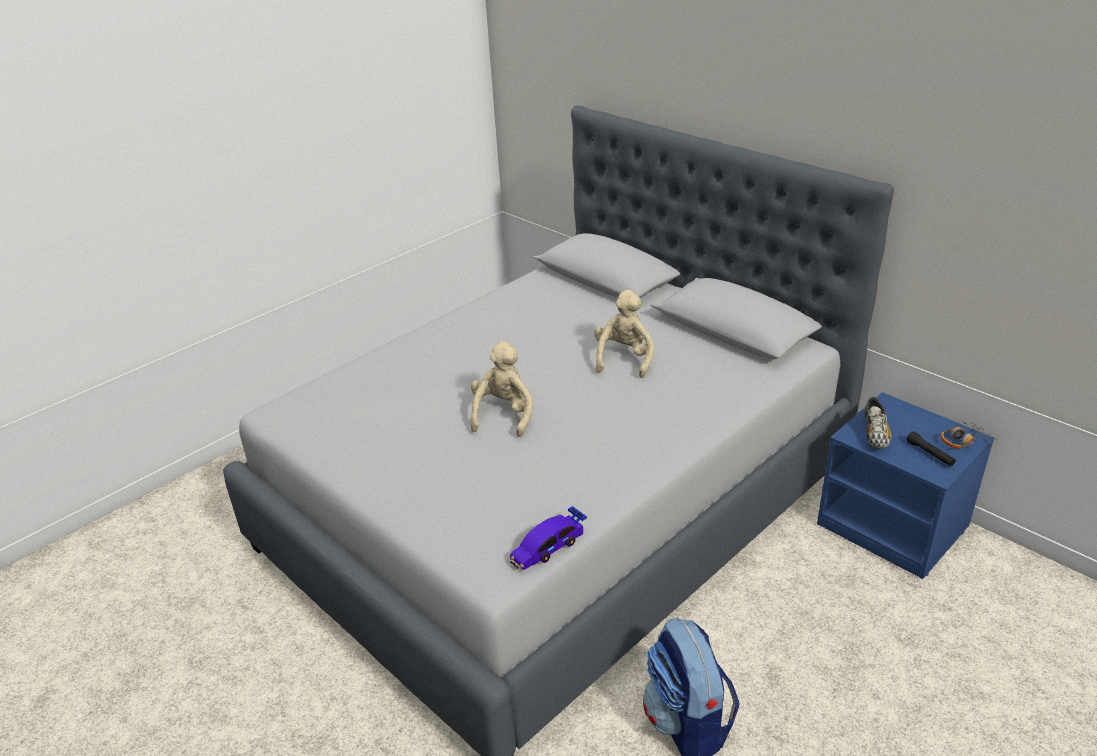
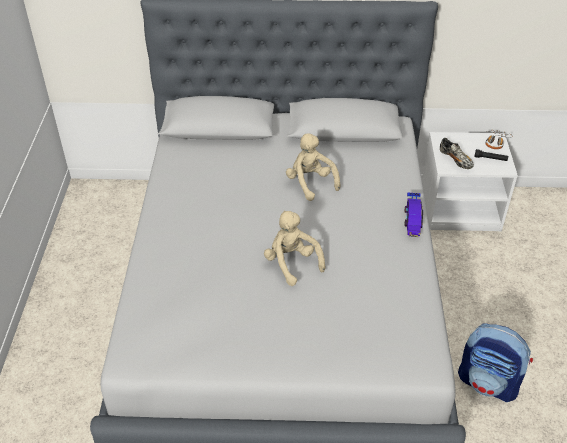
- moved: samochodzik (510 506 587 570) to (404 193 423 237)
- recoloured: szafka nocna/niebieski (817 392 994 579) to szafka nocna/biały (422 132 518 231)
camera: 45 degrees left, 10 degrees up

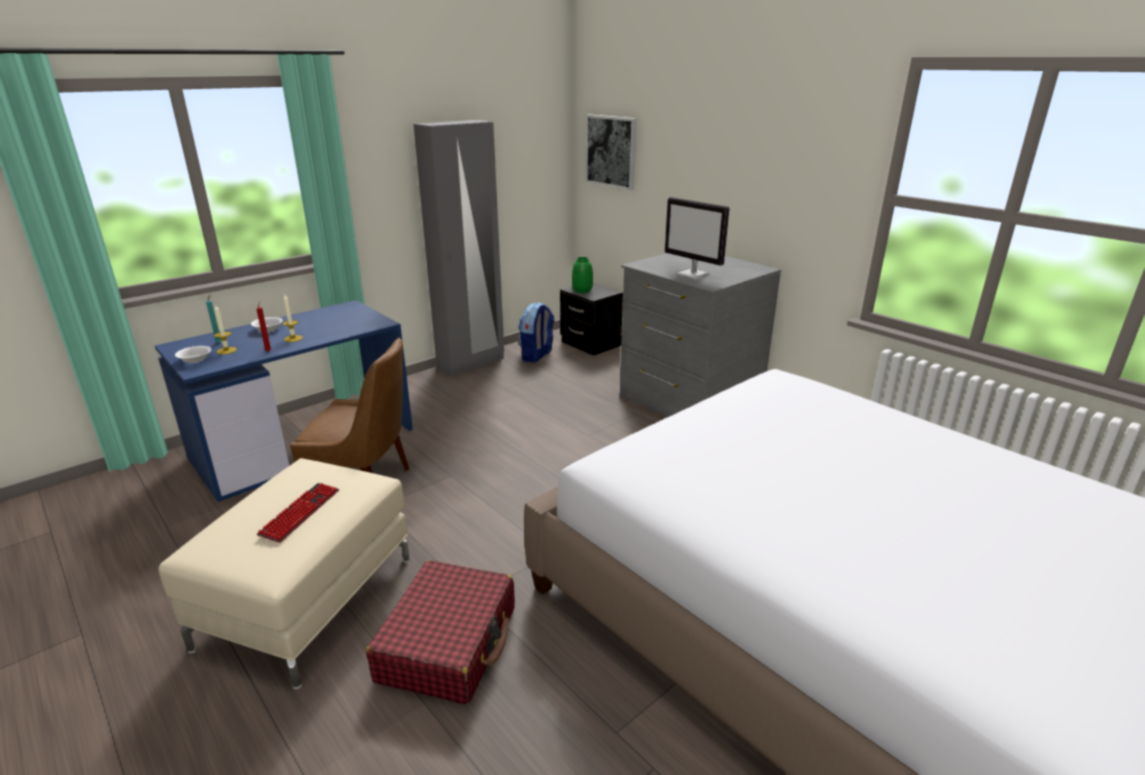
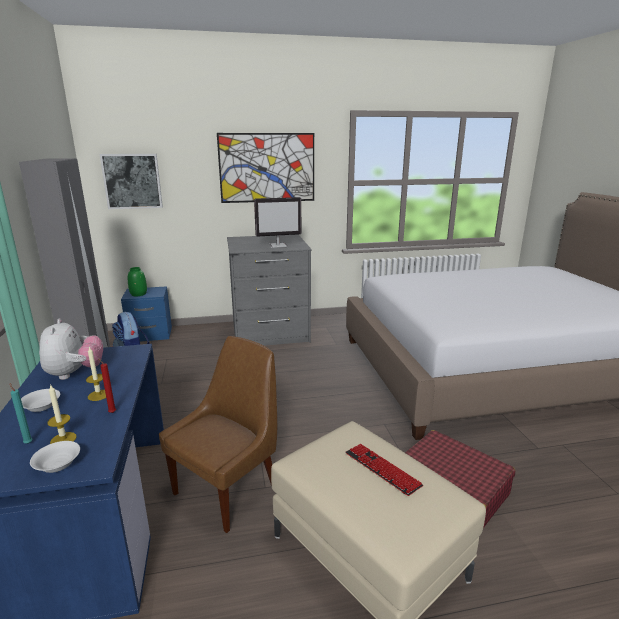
- added: pluszak (39 319 103 380)
- added: obraz (217 133 314 203)
- recoloured: szafka nocna/czarny (560 283 623 356) to szafka nocna/niebieski (121 286 172 341)
camera: 60 degrees left, 5 degrees down

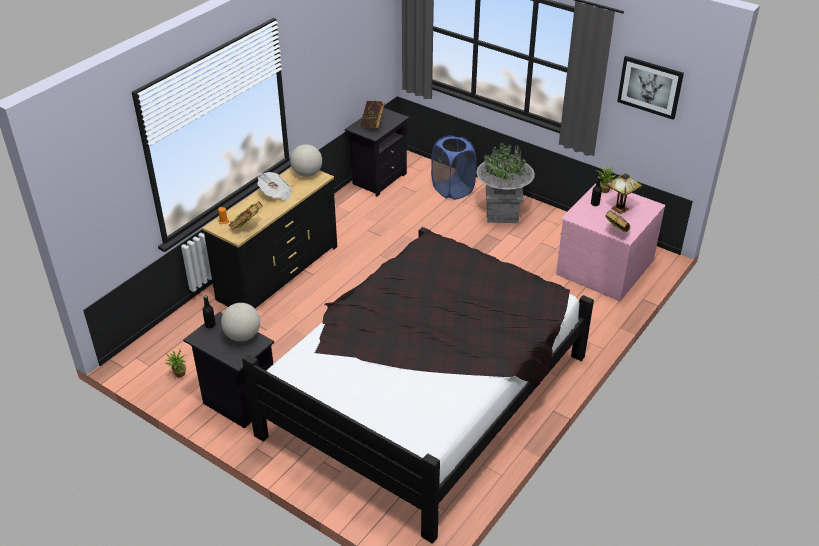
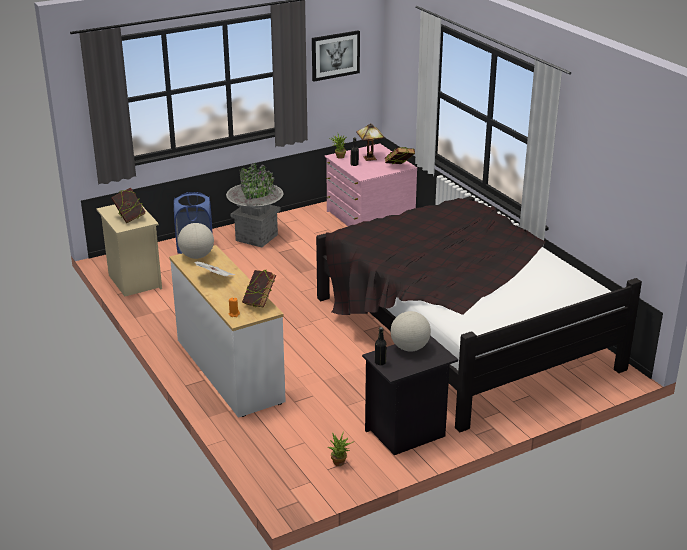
- recoloured: komoda/czarny (202 167 337 308) to komoda/biały (169 245 286 418)
- recoloured: szafka nocna/czarny (345 108 409 197) to szafka nocna/beżowy (96 204 162 297)
camera: 65 degrees left, 10 degrees down

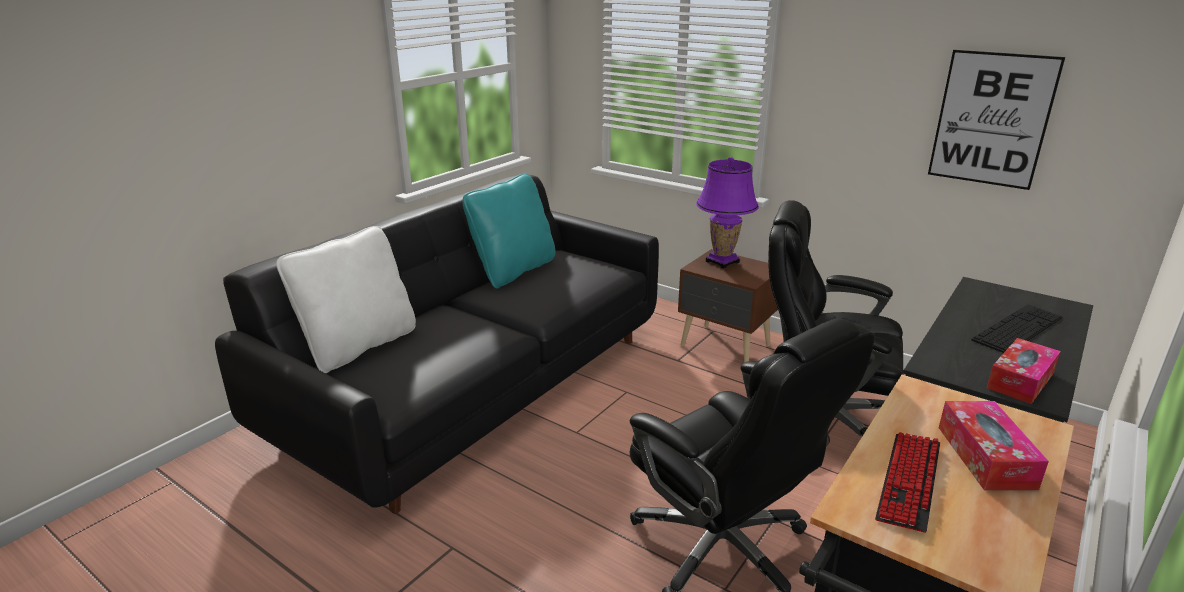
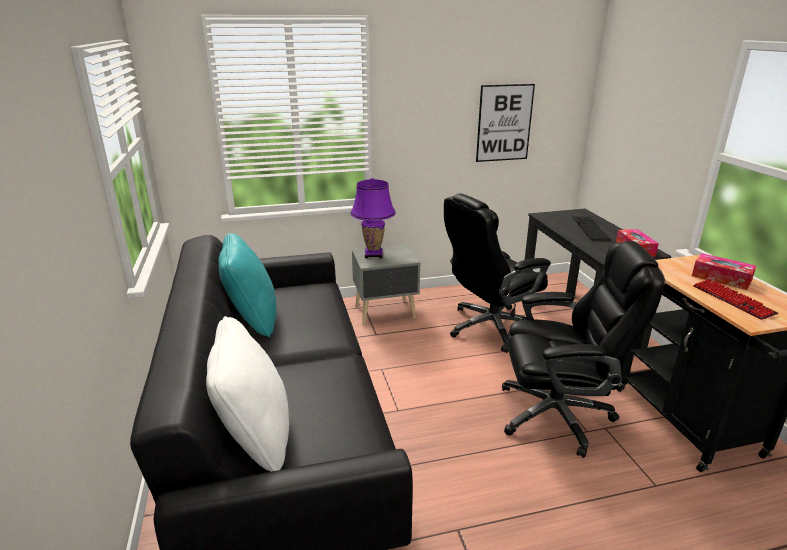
- recoloured: szafka nocna/brązowy (678 249 778 363) to szafka nocna/szary (352 244 420 325)
camera: 50 degrees left, 0 degrees up

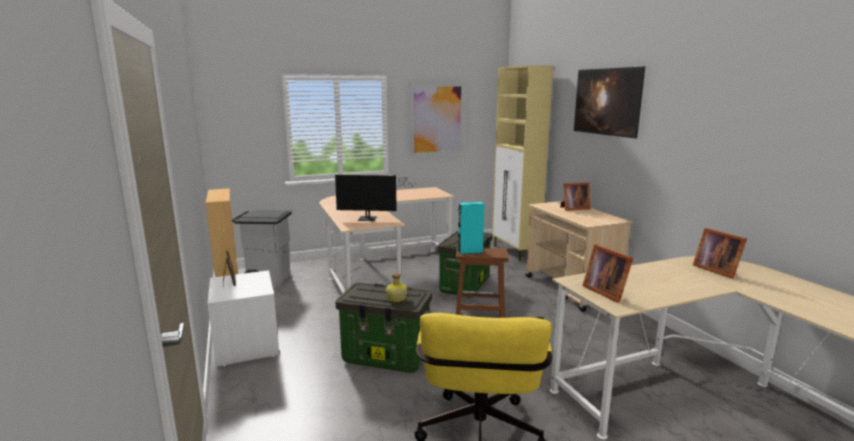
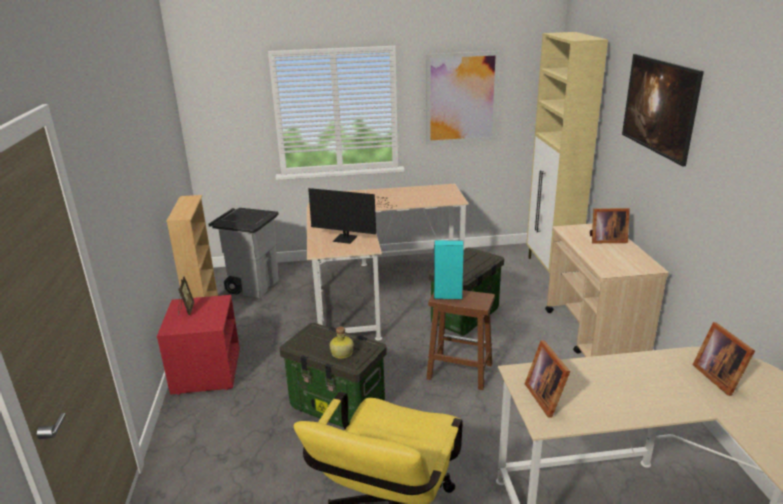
- recoloured: szafka nocna/biały (207 270 280 367) to szafka nocna/czerwony (157 295 240 395)
camera: 15 degrees right, 10 degrees up

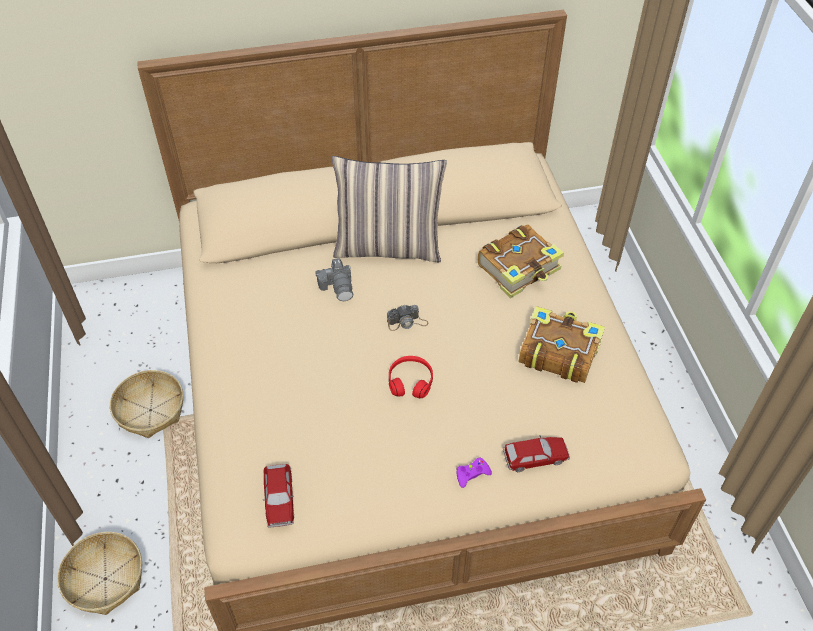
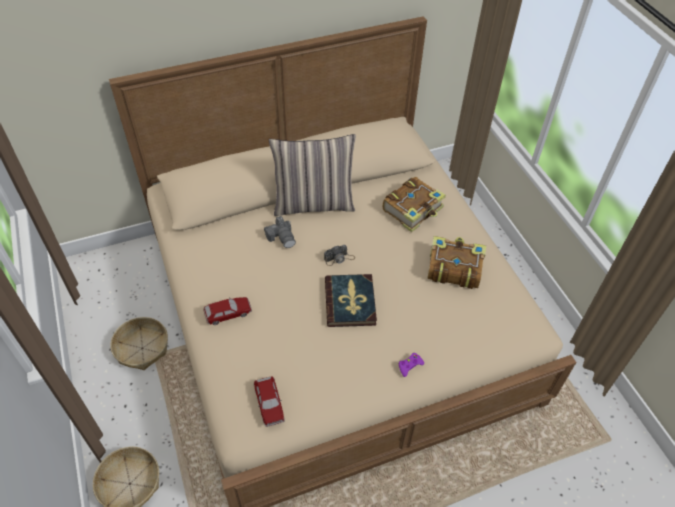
- moved: samochodzik (503 436 570 472) to (203 297 252 325)
- replaced: słuchawki/czerwony (389 356 433 399) to książka (325 274 377 327)
camera: 10 degrees left, 0 degrees up

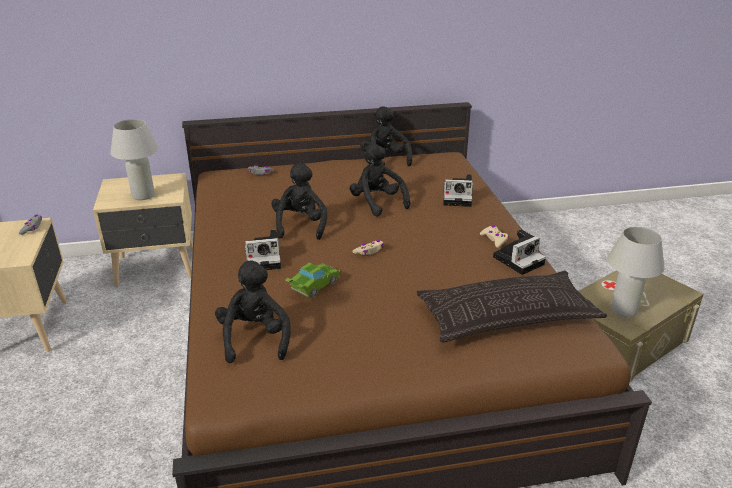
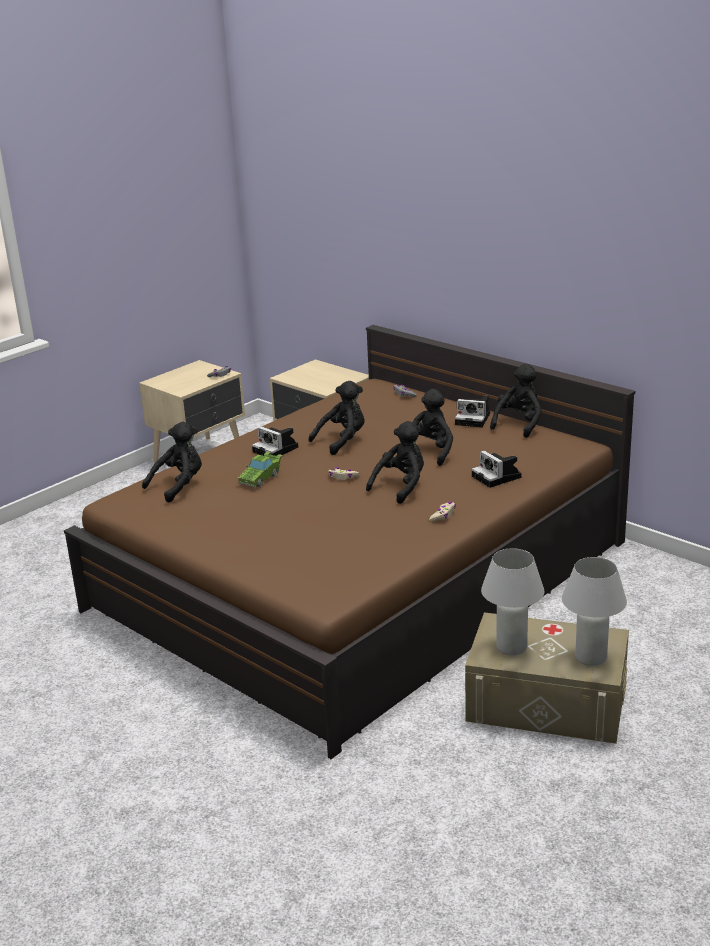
- removed: poduszka (417 271 607 343)
- added: pluszak/czarny (366 421 424 504)
- moved: lampa stołowa/biały (110 119 159 200) to (562 557 627 666)
- moved: aparat fotograficzny (493 230 546 275) to (455 396 490 427)
- turned: samochodzik/zielony (285 263 340 298) = (238 452 283 488) 120 degrees clockwise
camera: 55 degrees right, 5 degrees down

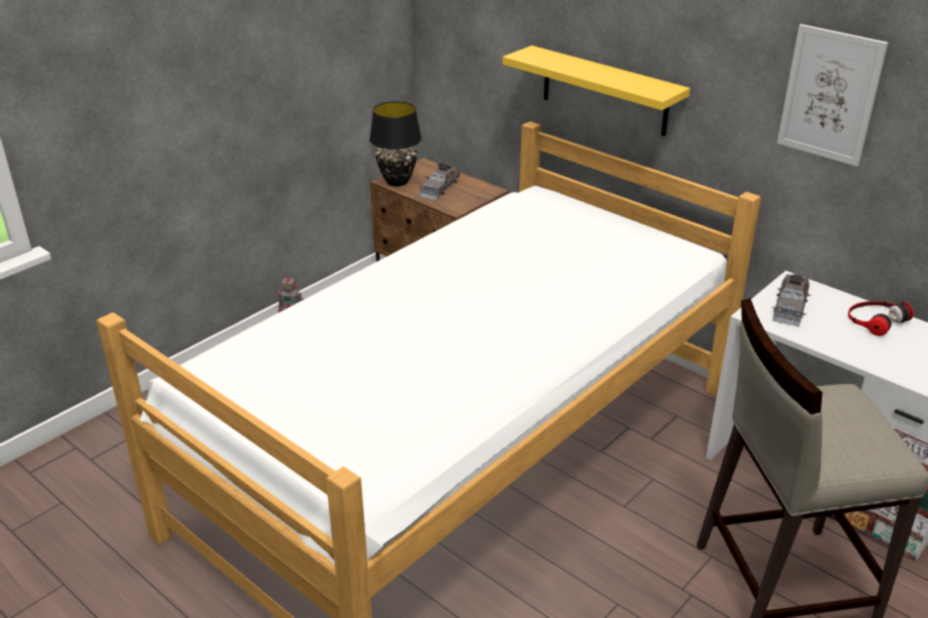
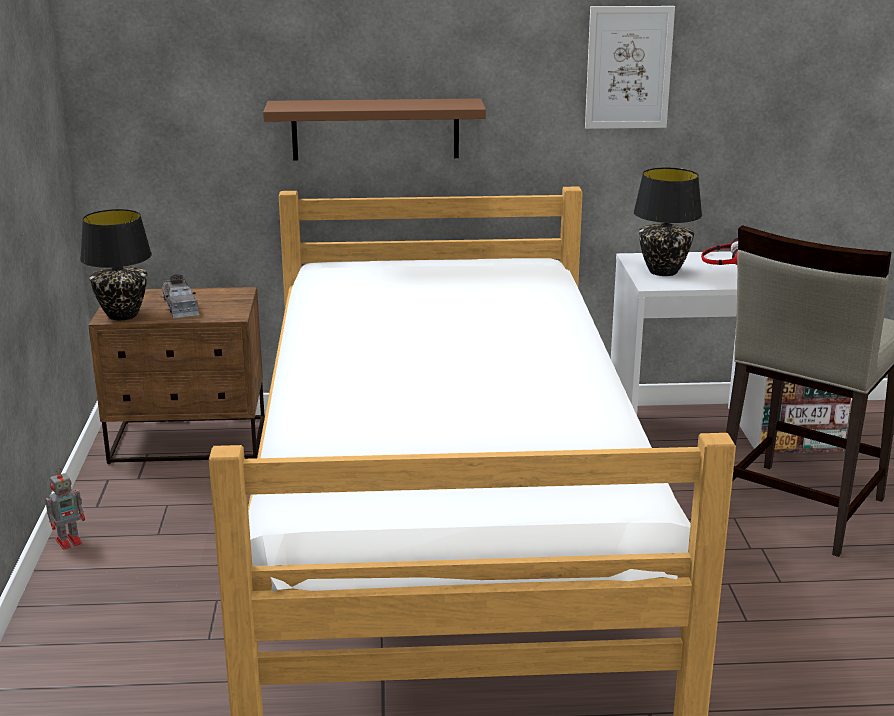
- replaced: samochodzik/szary (772 274 811 327) to lampa stołowa/czarny (633 168 702 276)
- recoloured: półka/żółty (502 46 690 136) to półka/brązowy (263 98 486 161)
camera: 45 degrees left, 10 degrees down

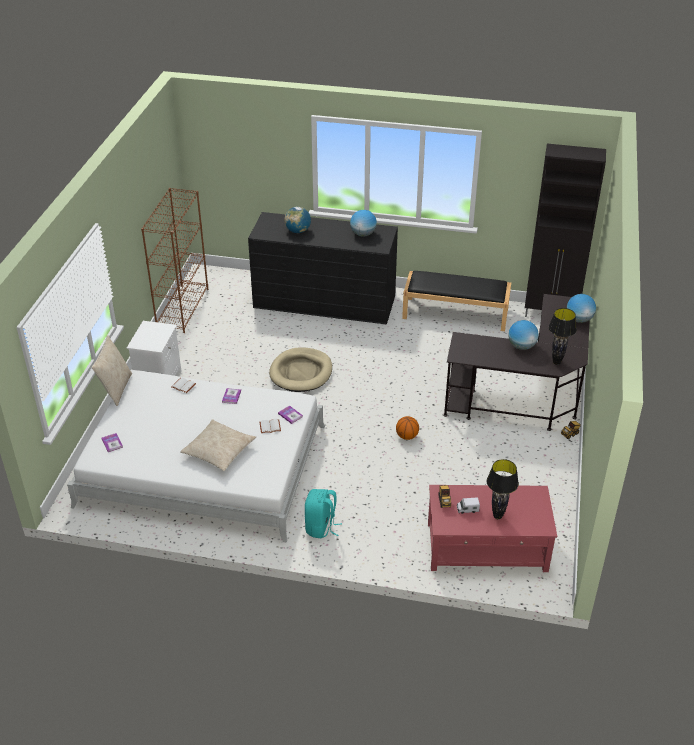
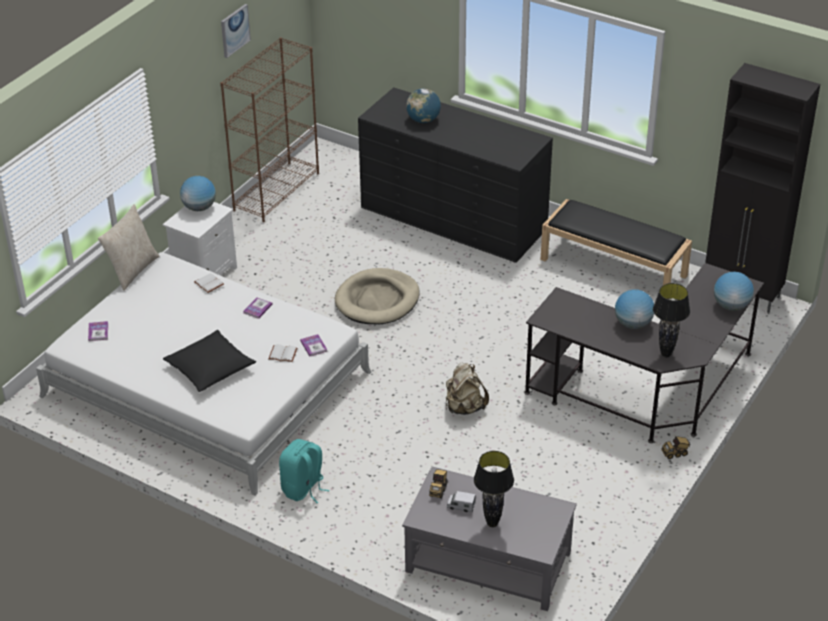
- added: obraz (221 4 251 58)
- moved: globus (350 210 377 237) to (180 176 216 211)
- replaced: piłka do koszykówki (396 416 419 440) to plecak/beżowy (446 362 489 415)
- recoloured: poduszka/beżowy (180 419 256 471) to poduszka/czarny (163 330 256 392)
- recoloured: ława/czerwony (428 485 557 572) to ława/szary (402 466 577 611)
camera: 20 degrees right, 0 degrees up

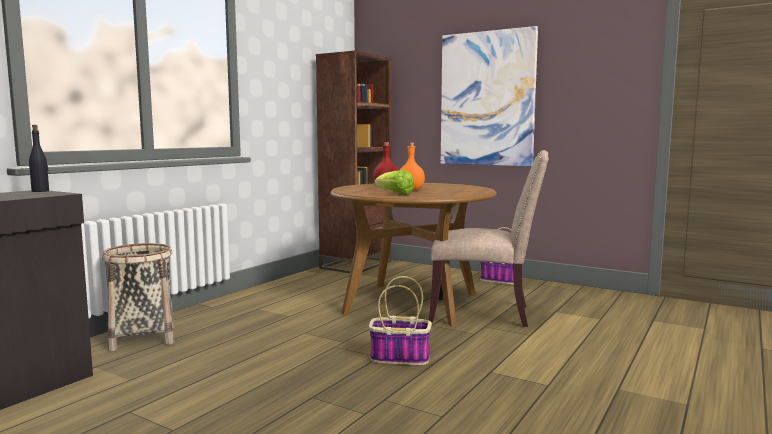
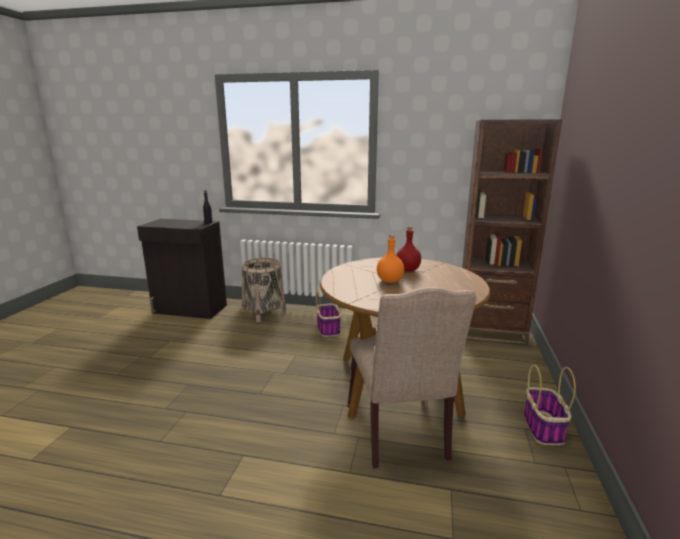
- removed: sałata (374 170 414 195)
- removed: obraz (441 26 538 166)
- moved: koszyk (369 276 432 365) to (316 287 341 337)
camera: 70 degrees right, 10 degrees up

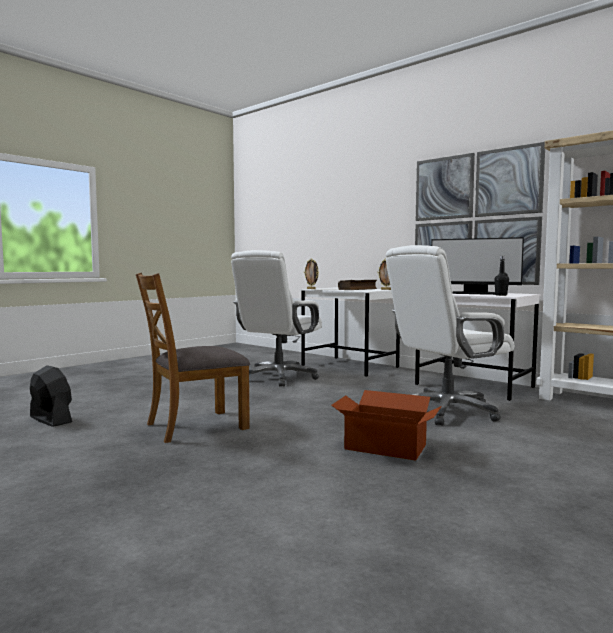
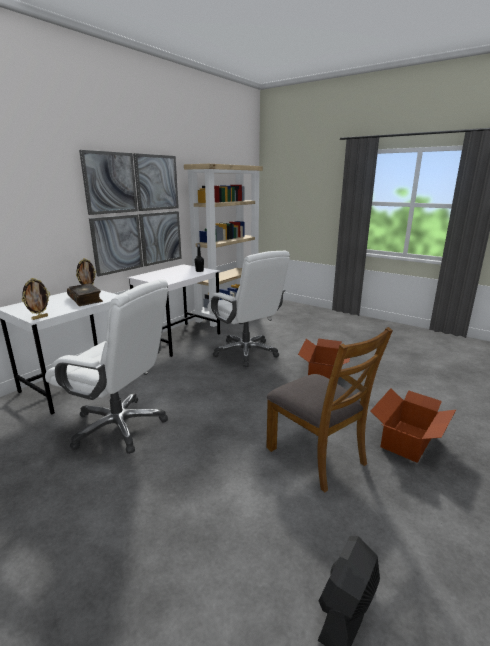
- removed: monitor (431 237 524 295)
- added: karton (371 388 456 463)
camera: 95 degrees left, 15 degrees up

